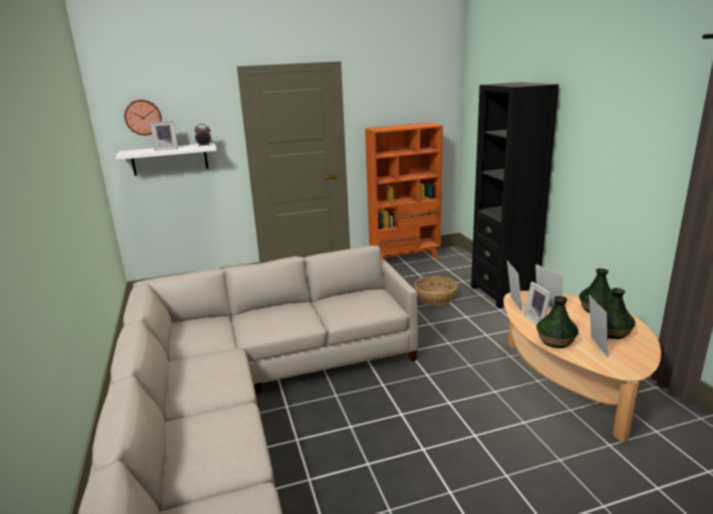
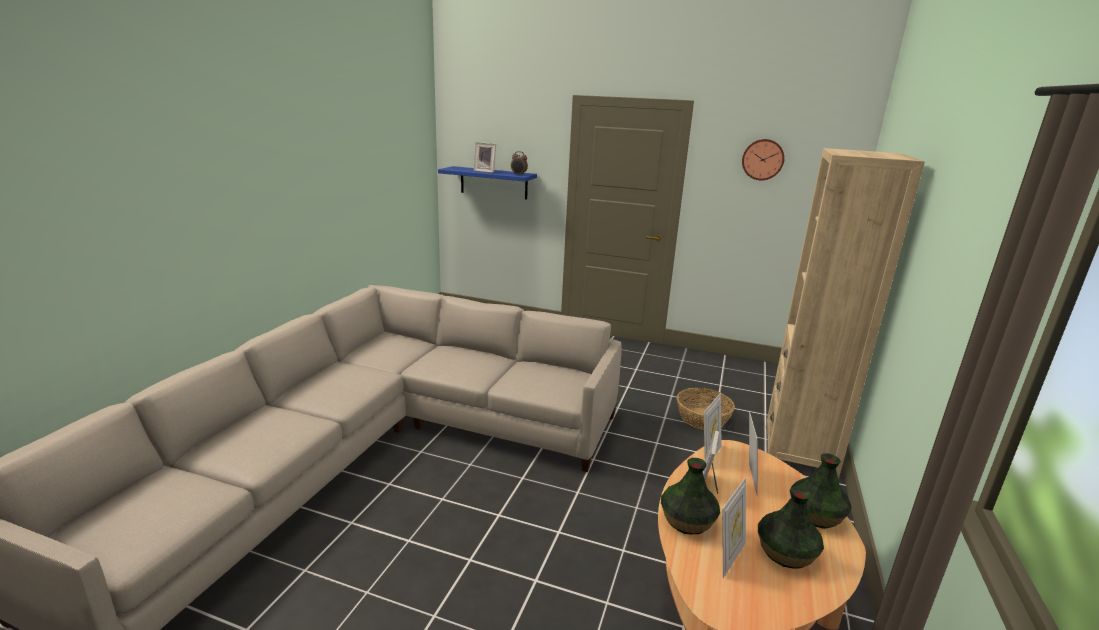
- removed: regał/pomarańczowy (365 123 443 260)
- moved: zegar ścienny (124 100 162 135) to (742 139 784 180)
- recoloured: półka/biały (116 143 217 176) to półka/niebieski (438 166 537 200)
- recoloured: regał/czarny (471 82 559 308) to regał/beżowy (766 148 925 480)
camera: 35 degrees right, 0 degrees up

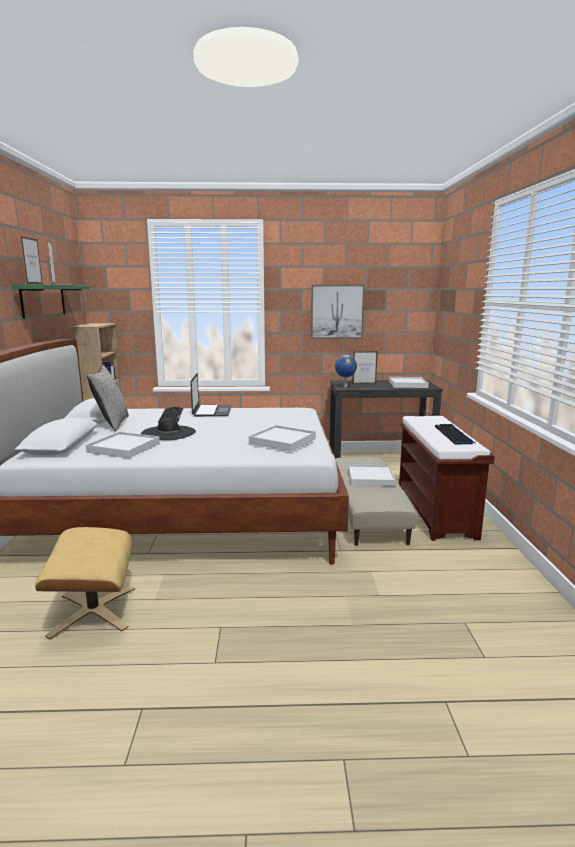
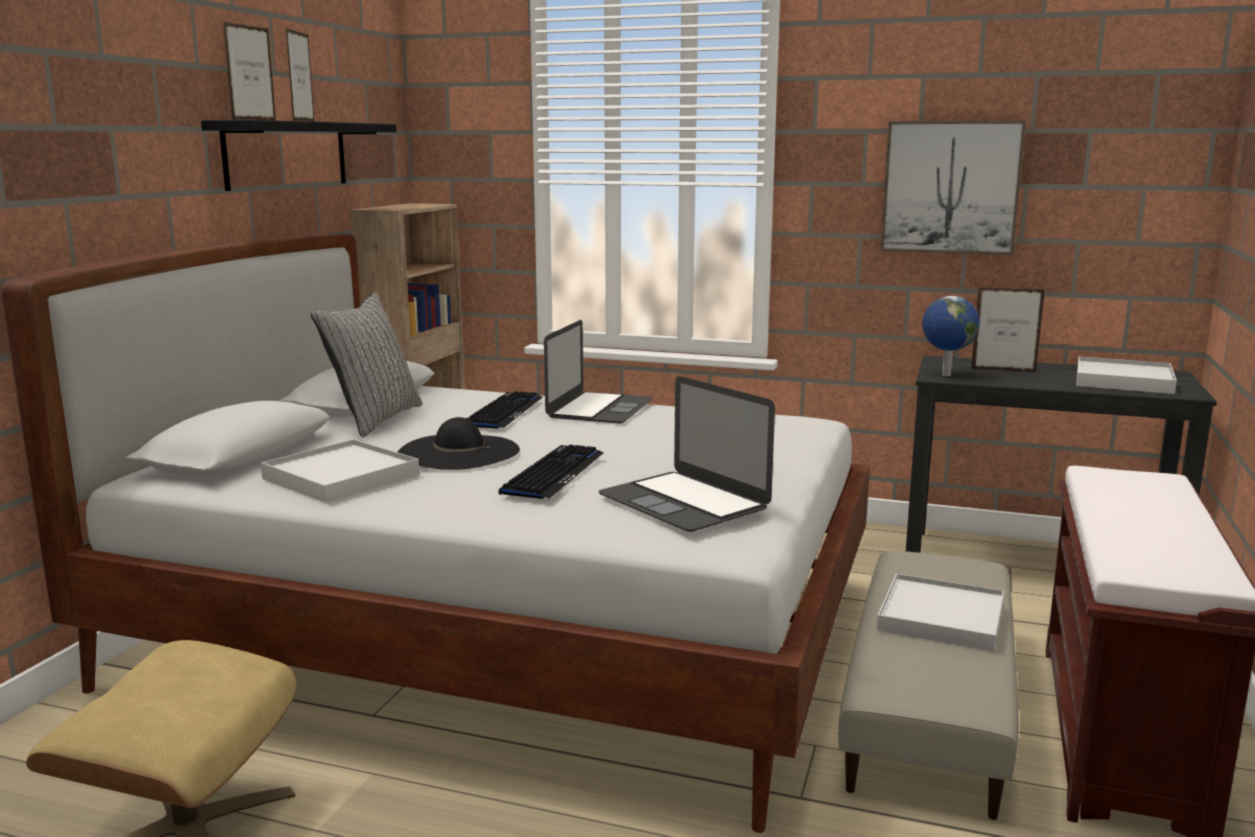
- moved: klawiatura (435 424 477 444) to (498 445 603 499)
- replaced: taca/biały (249 425 316 451) to laptop (598 376 775 532)
- recoloured: półka/zielony (12 284 90 319) to półka/czarny (201 120 397 191)
camera: 20 degrees right, 0 degrees up

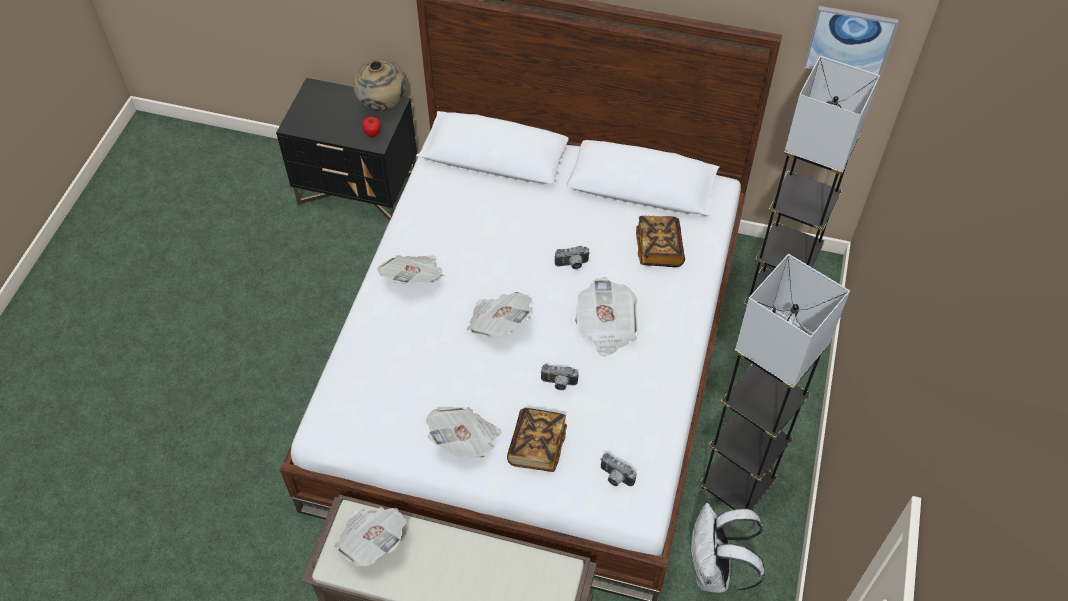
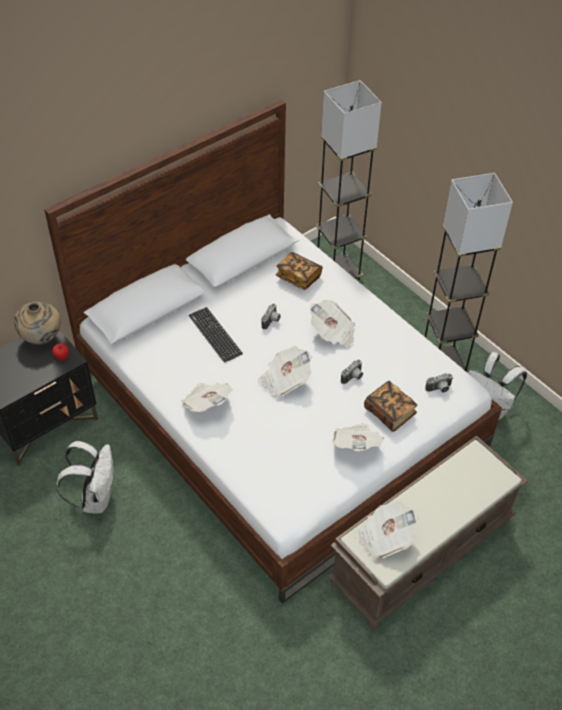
- removed: obraz (803 6 899 81)
- added: plecak/biały (56 441 114 513)
- added: klawiatura (189 307 243 362)
camera: 55 degrees left, 5 degrees down

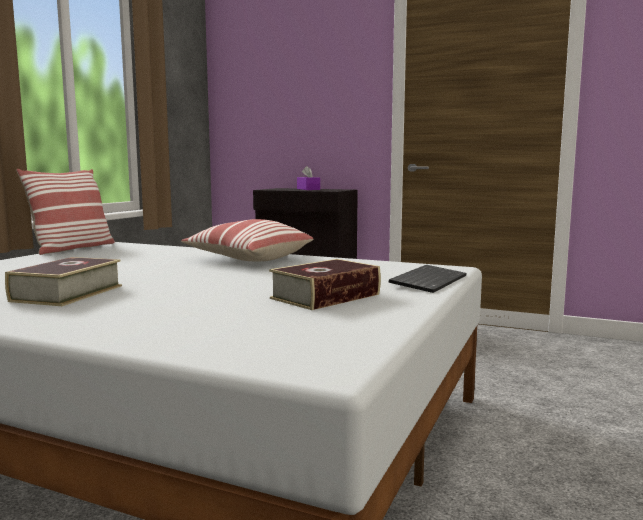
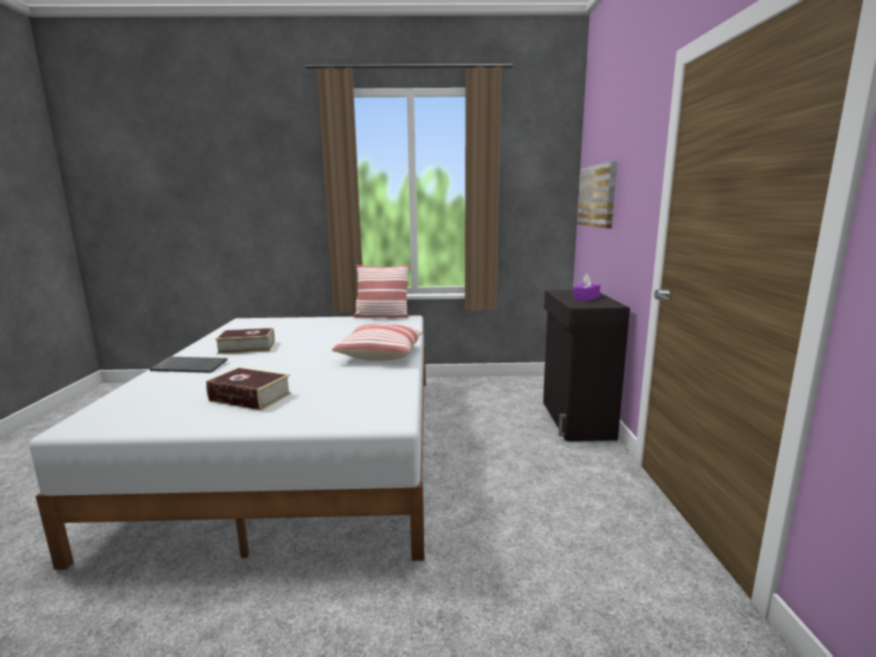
- added: obraz (577 161 617 229)
- moved: klawiatura (388 265 467 293) to (150 357 227 373)
camera: 65 degrees right, 5 degrees up

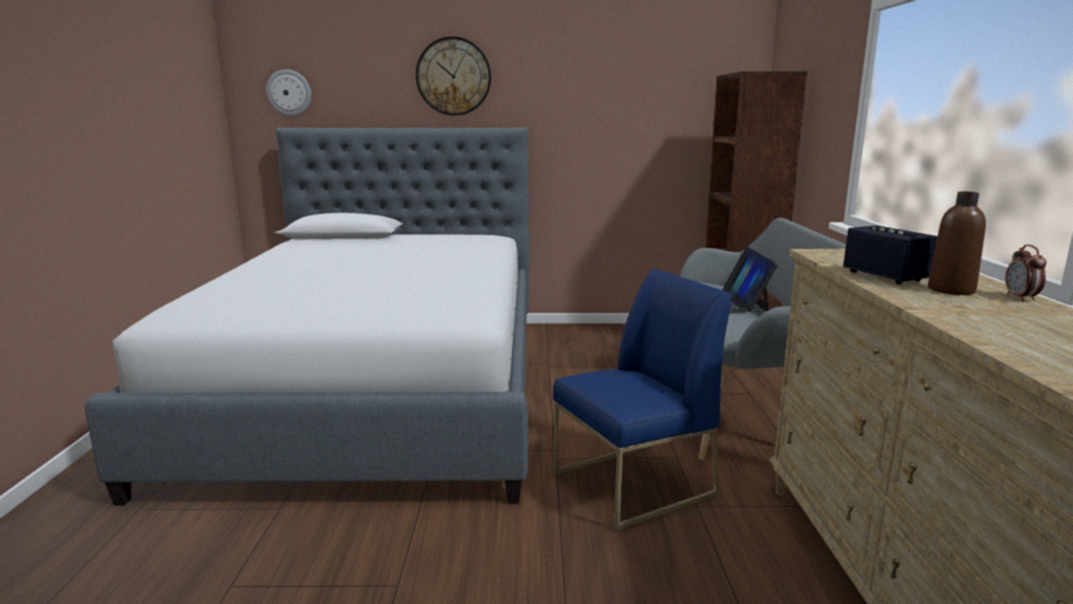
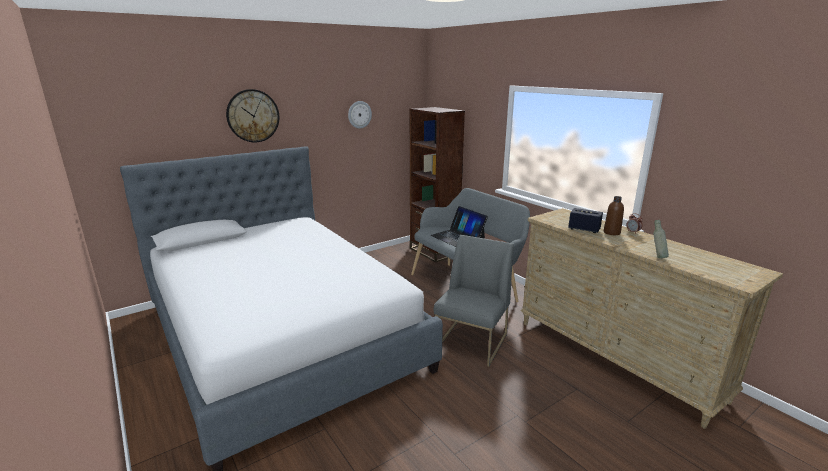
- added: butelka/szary (653 220 669 258)
- moved: zegar ścienny (266 69 311 116) to (348 101 372 129)
- recoloured: krzesło/niebieski (553 269 732 531) to krzesło/szary (434 235 514 367)
camera: 35 degrees left, 5 degrees up

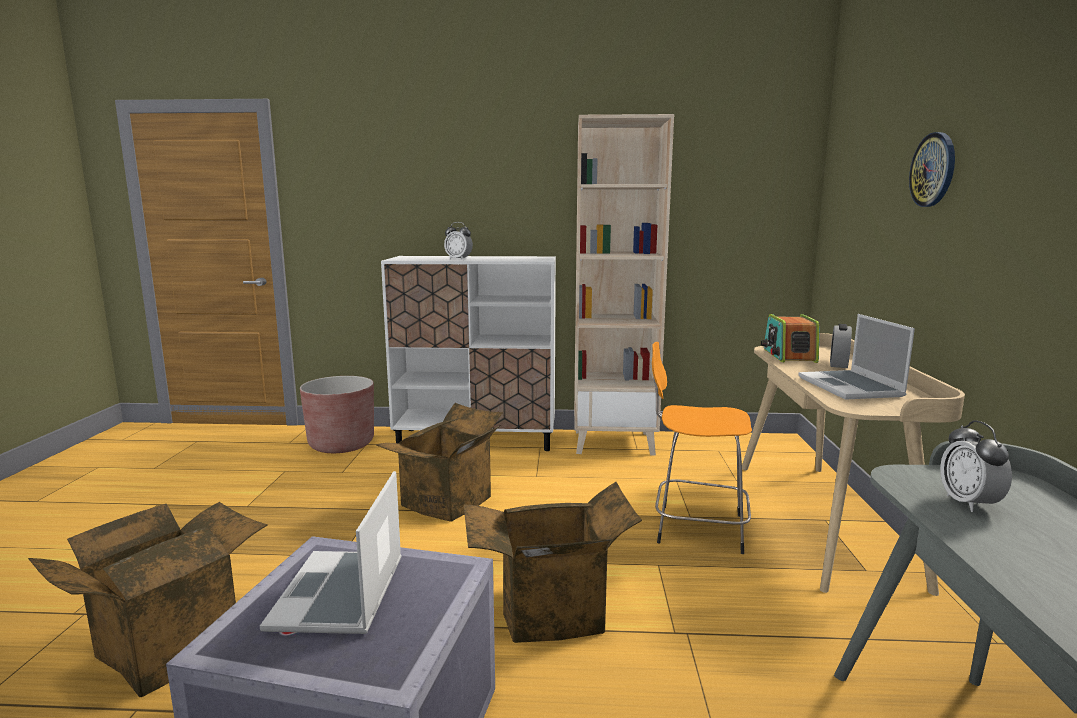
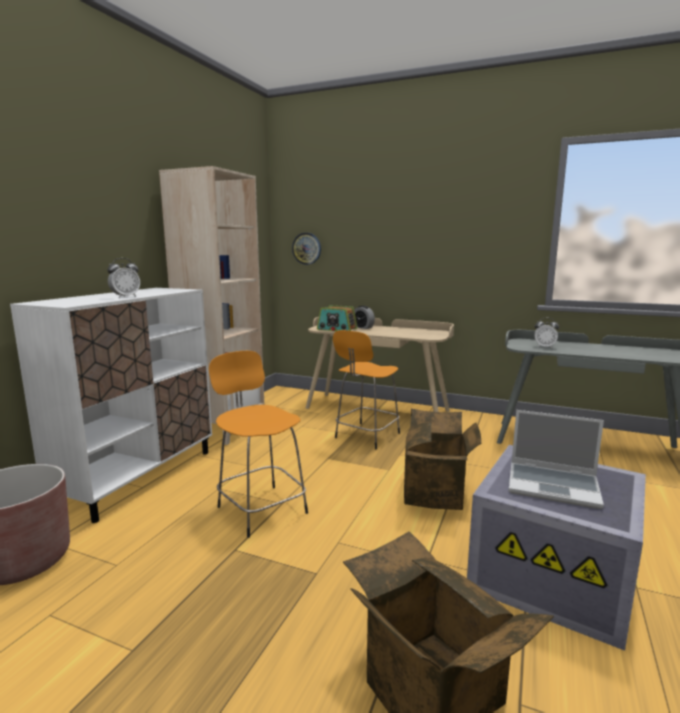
- removed: laptop (798 314 915 400)
- moved: zegar ścienny (909 132 955 207) to (292 233 321 265)
- replaced: karton (376 403 503 522) to stołek/pomarańczowy (209 351 308 538)
camera: 70 degrees left, 0 degrees up

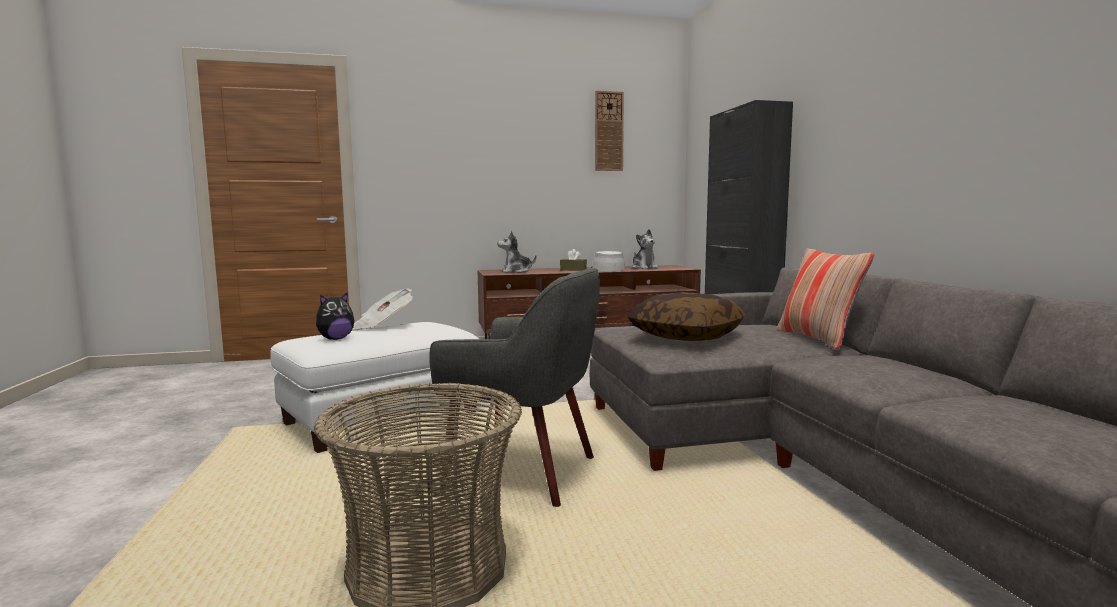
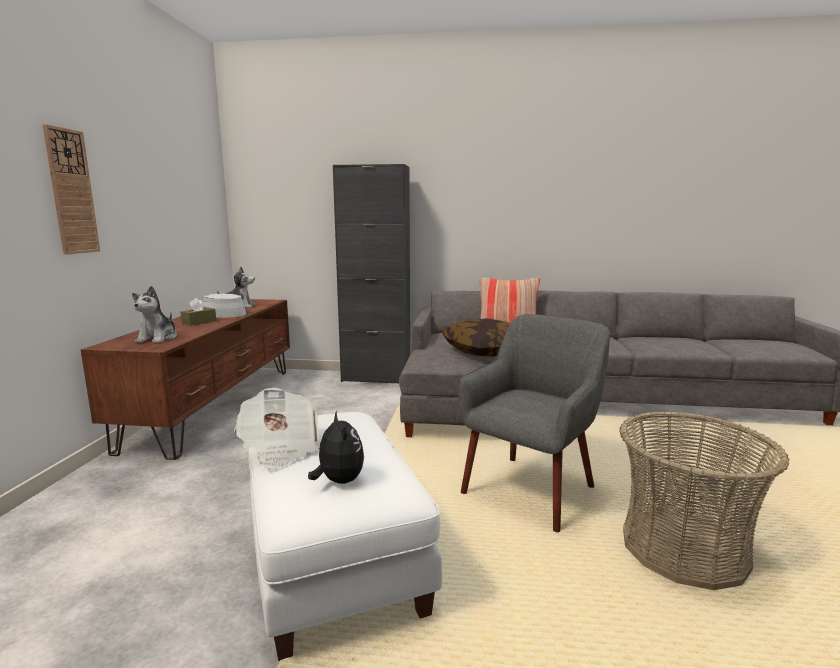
- moved: zegar ścienny (595 91 624 171) to (42 124 100 255)
camera: 70 degrees left, 5 degrees up

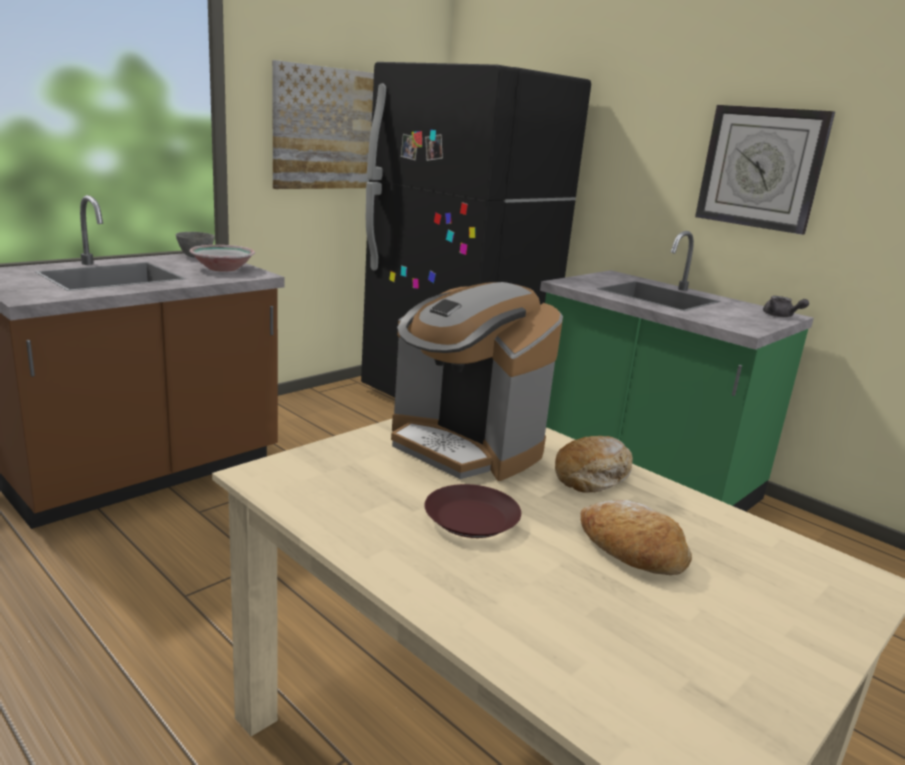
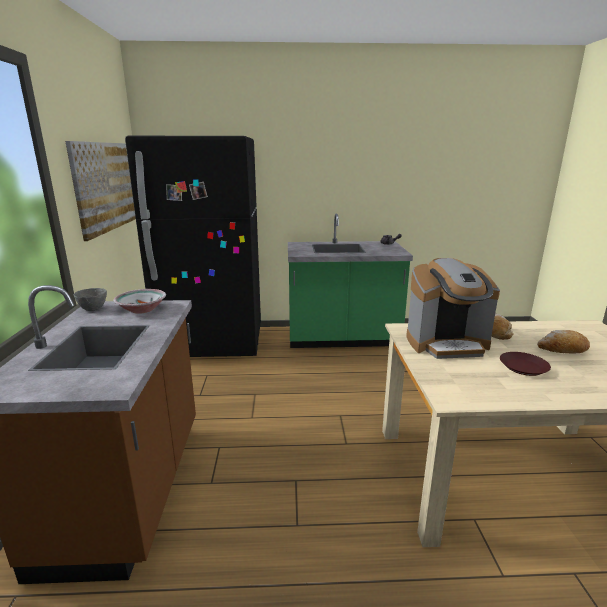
- removed: zegar ścienny (695 105 835 235)
camera: 45 degrees left, 0 degrees up

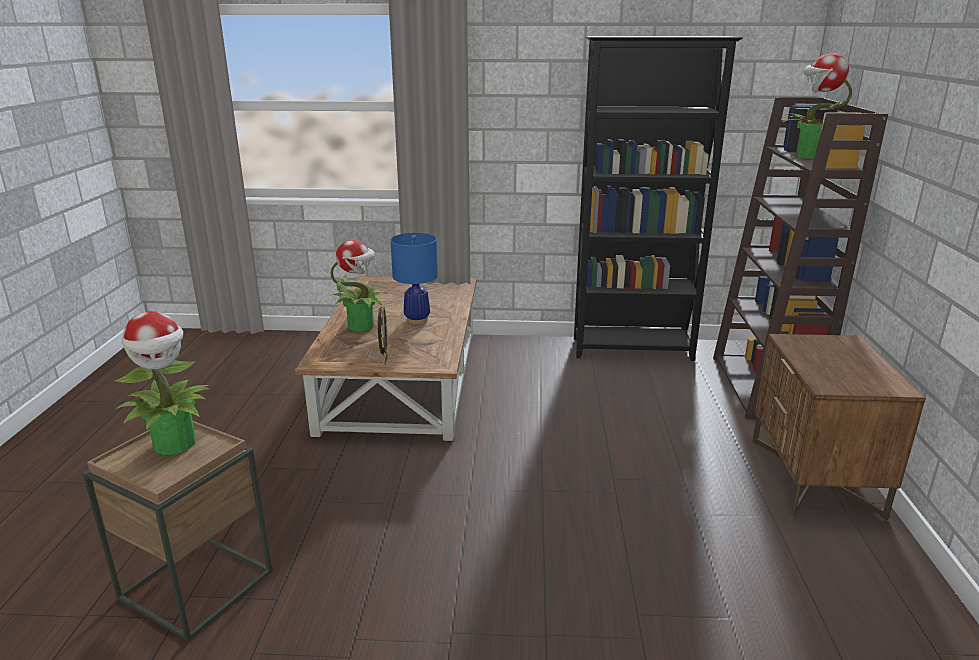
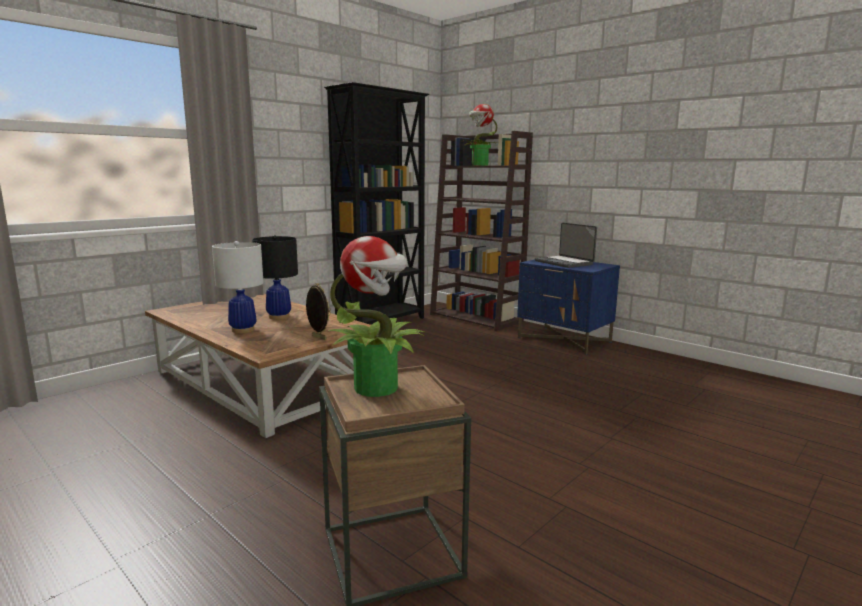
- added: laptop (535 223 597 268)
- replaced: roślina doniczkowa (330 240 387 332) to lampa stołowa/biały (212 241 264 333)
- recoloured: lampa stołowa/niebieski (390 233 438 324) to lampa stołowa/czarny (252 235 298 320)
- recoloured: szafka nocna/brązowy (752 334 926 521) to szafka nocna/niebieski (517 260 620 355)
camera: 50 degrees left, 10 degrees down

